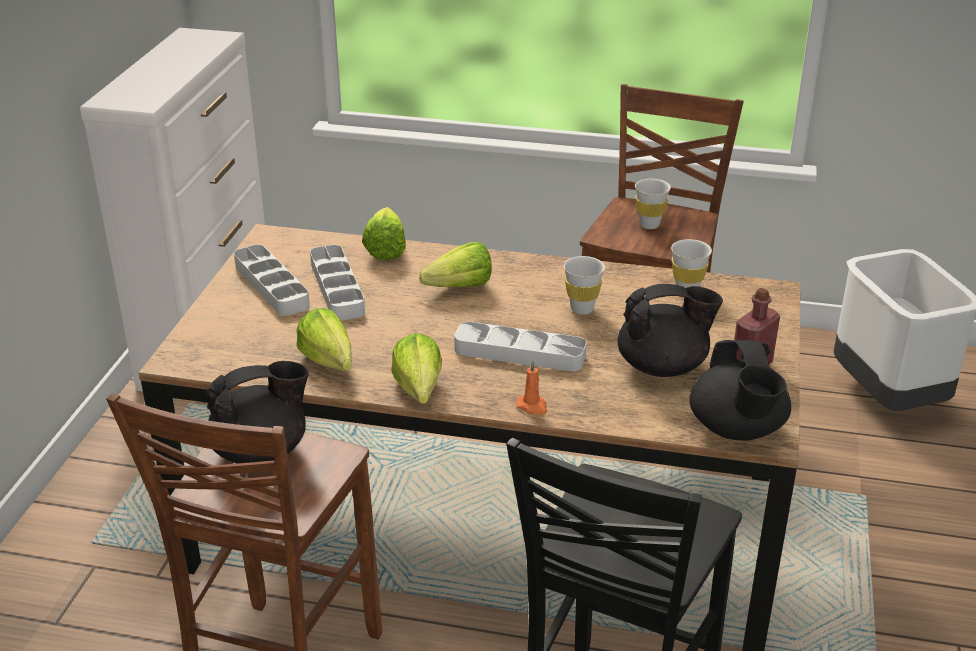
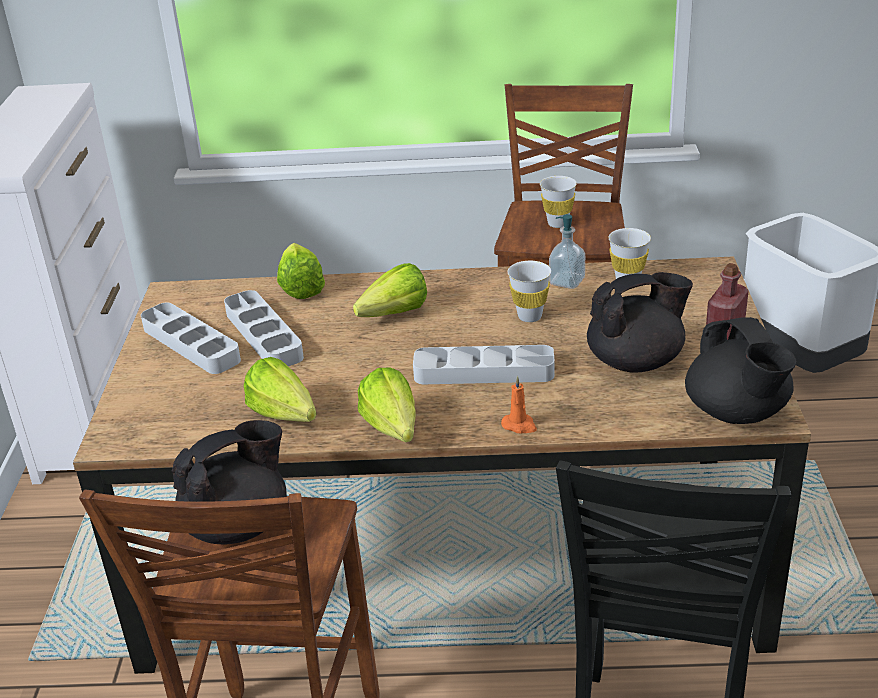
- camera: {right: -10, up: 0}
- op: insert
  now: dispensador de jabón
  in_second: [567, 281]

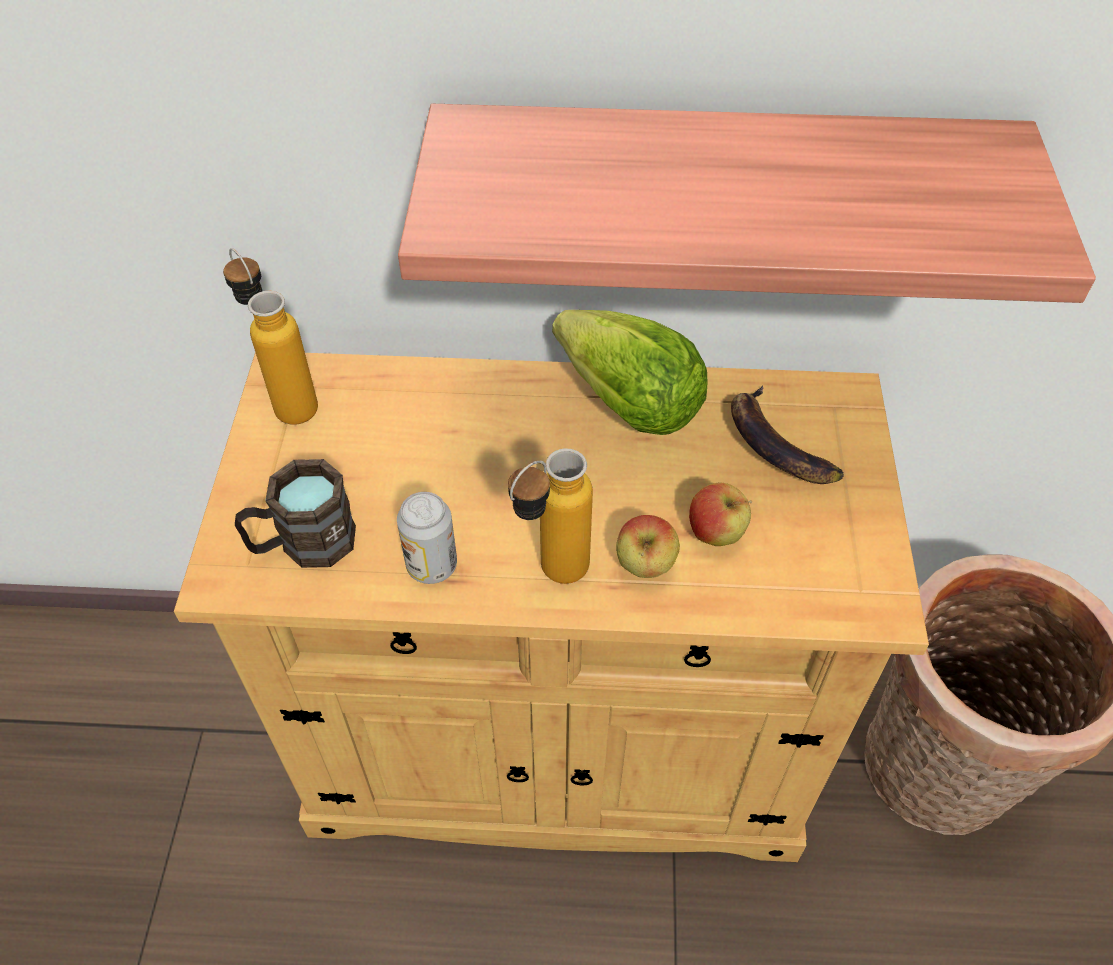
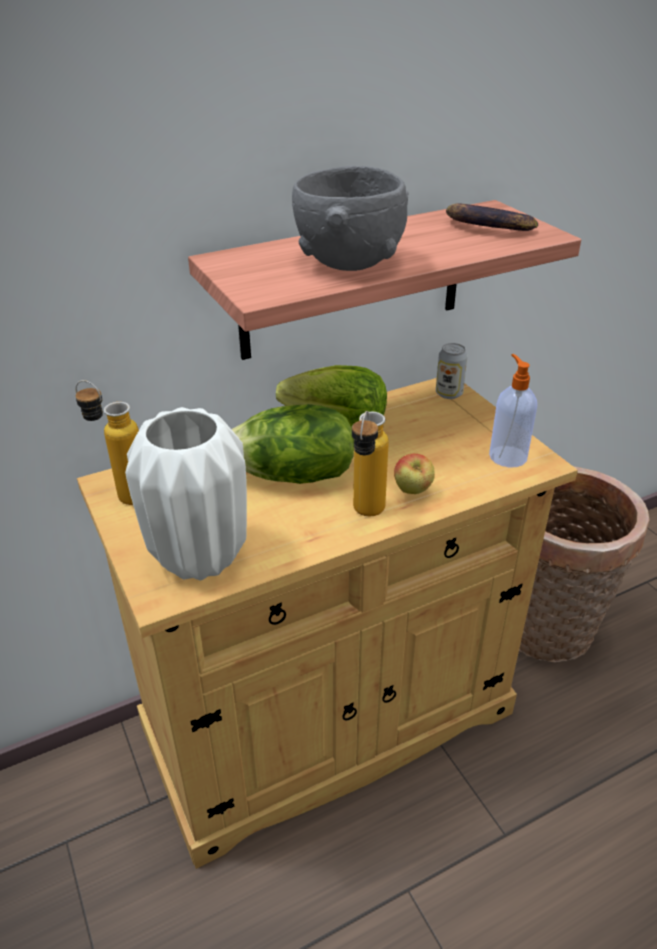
- camera: {right: -30, up: -15}
- op: replace
  was: taza grande (marrón)
  now: florero (blanco)
  in_first: [303, 544]
  in_second: [199, 558]
- op: insert
  now: lechuga
  in_second: [294, 476]
- op: insert
  now: cuenco (gris)
  in_second: [349, 263]
- op: move
  was: lata
  in_first: [432, 565]
  in_second: [449, 393]
- op: move
  was: plátano
  in_first: [776, 445]
  in_second: [486, 227]
- op: insert
  now: dispensador de jabón
  in_second: [507, 456]
- op: delete
  was: manzana
  in_first: [715, 534]

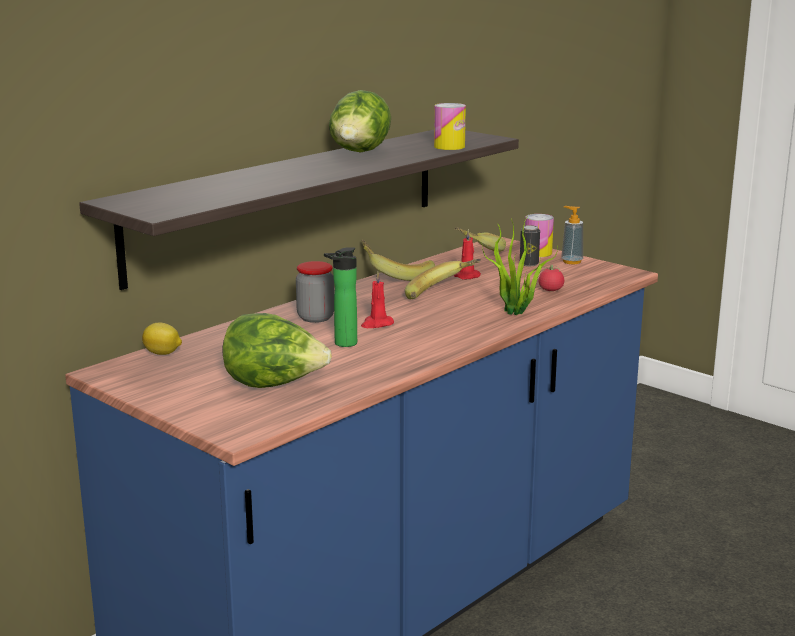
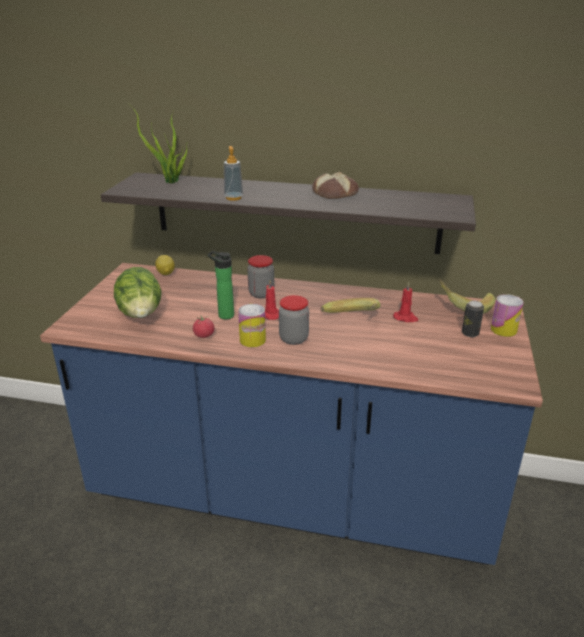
- camera: {right: 60, up: 10}
- op: move
  was: planta en maceta
  in_first: [515, 313]
  in_second: [170, 182]
- op: move
  was: tomate
  in_first: [550, 290]
  in_second: [204, 335]
- op: move
  was: dispensador de jabón
  in_first: [571, 261]
  in_second: [233, 198]
- op: move
  was: lata
  in_first: [449, 147]
  in_second: [252, 340]
- op: insert
  now: tarro
  in_second: [293, 339]
- op: replace
  was: lechuga
  now: pan
  in_first: [359, 154]
  in_second: [335, 194]
- op: delete
  was: plátano
  in_first: [396, 275]

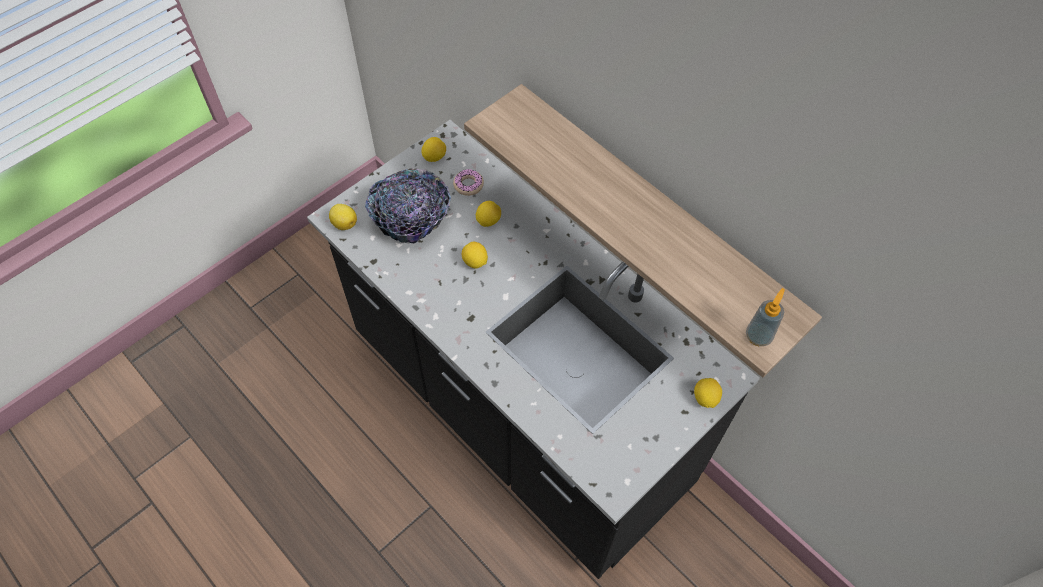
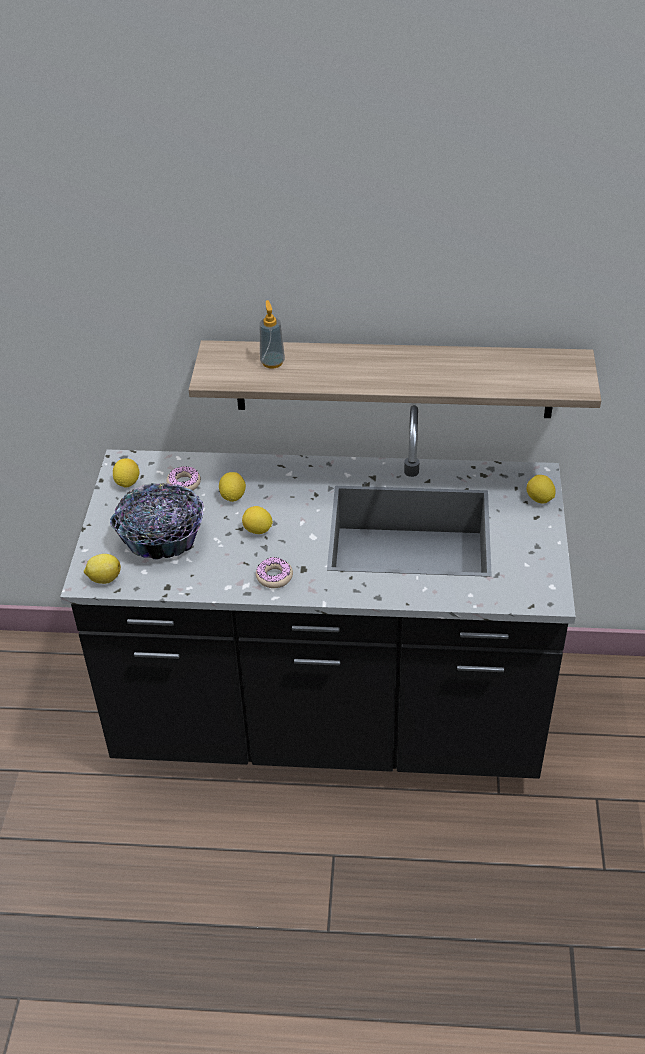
- camera: {right: -40, up: -15}
- op: insert
  now: rosquilla
  in_second: [274, 576]
- op: move
  was: dispensador de jabón
  in_first: [758, 336]
  in_second: [272, 362]

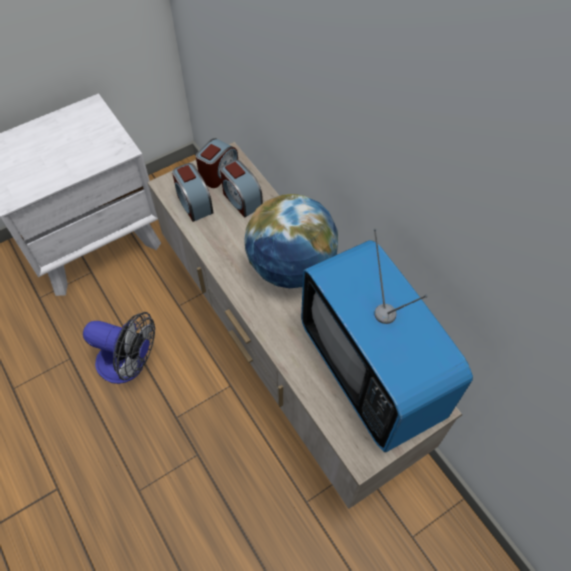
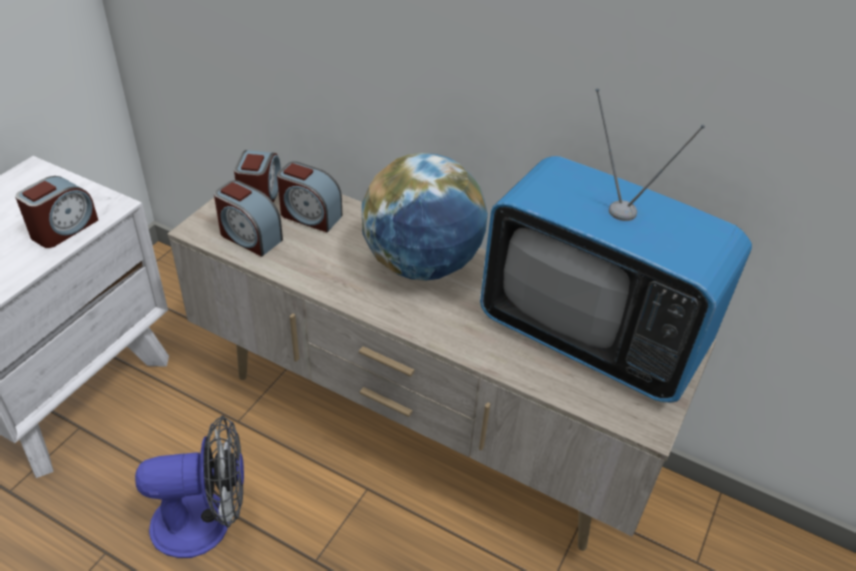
- camera: {right: -30, up: -15}
- op: insert
  now: despertador
  in_second: [63, 229]

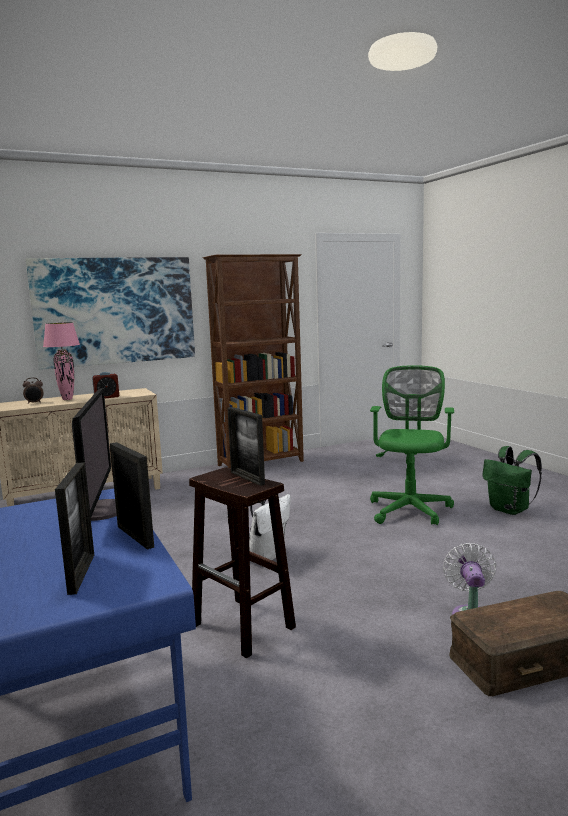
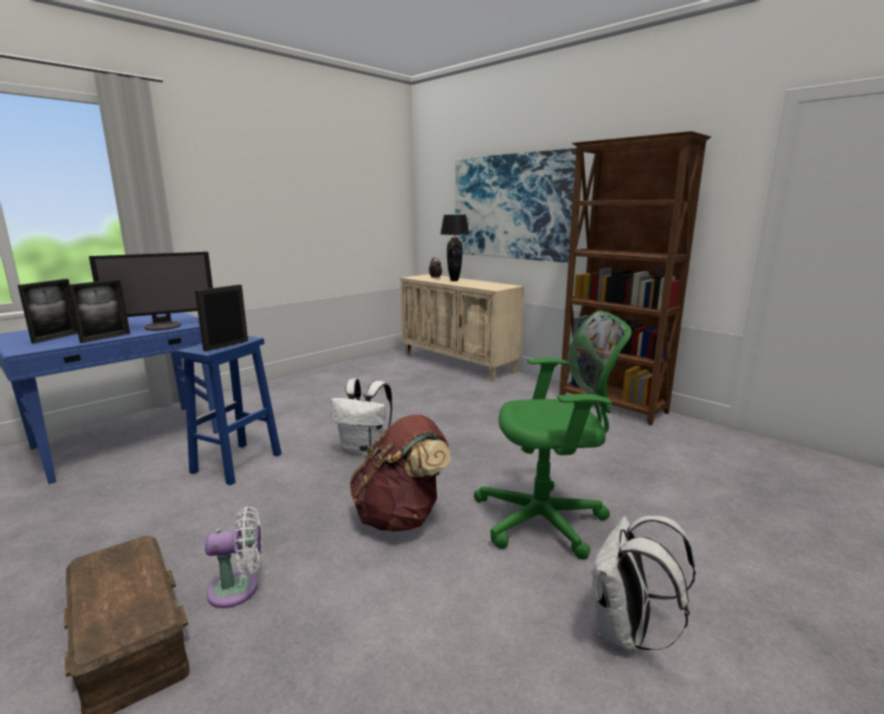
- camera: {right: 70, up: 5}
- op: rotate
  was: portarretratos
  in_first: [81, 573]
  in_second: [56, 337]
  clockwise: -45
- op: recolor
  was: taburete (marrón)
  now: taburete (azul)
  in_first: [244, 626]
  in_second: [236, 464]
- op: insert
  now: mochila (marrón)
  in_second: [401, 517]
- op: recolor
  was: lámpara de mesa (rosa)
  now: lámpara de mesa (negro)
  in_first: [67, 399]
  in_second: [454, 280]
- op: recolor
  was: mochila (verde)
  now: mochila (blanco)
  in_first: [510, 510]
  in_second: [626, 633]
- op: delete
  was: despertador
  in_first: [106, 397]

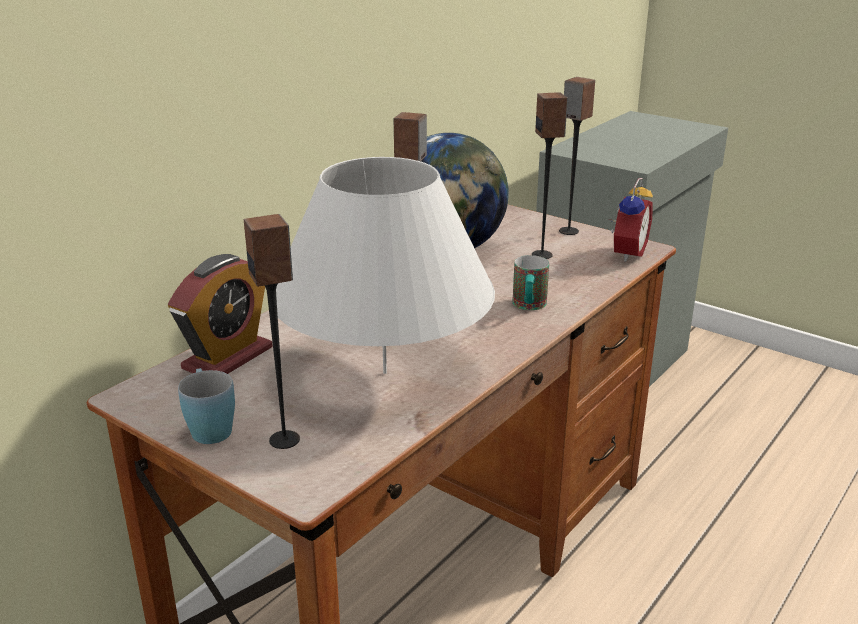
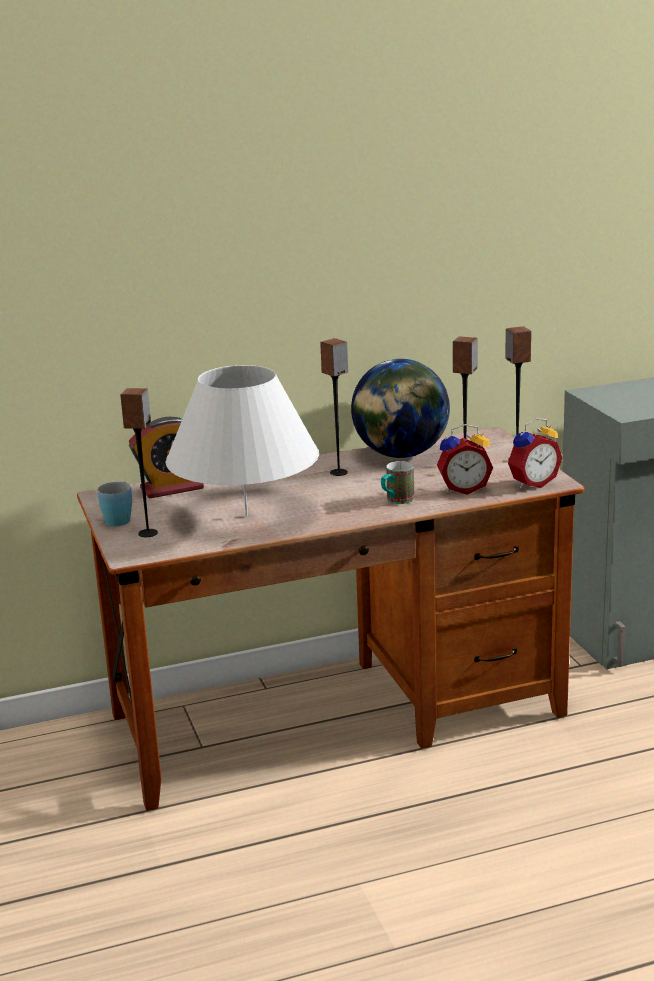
- camera: {right: 35, up: -5}
- op: insert
  now: despertador
  in_second: [464, 489]

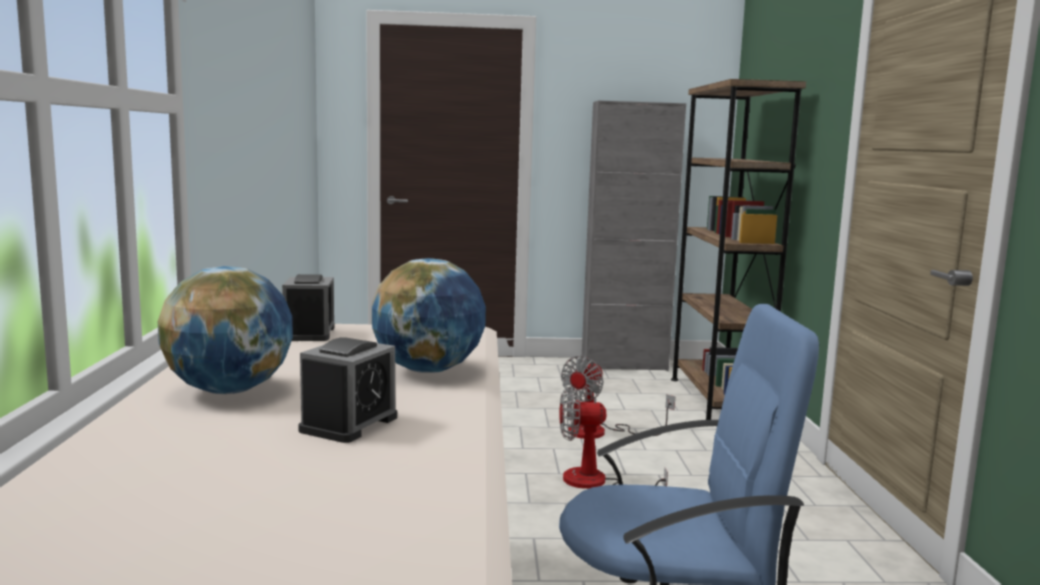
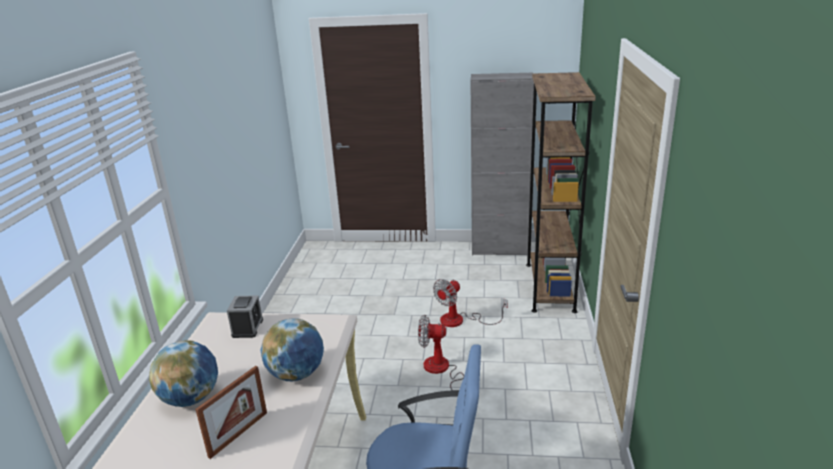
- camera: {right: 10, up: 15}
- op: replace
  was: despertador
  now: portarretratos
  in_first: [349, 424]
  in_second: [238, 434]

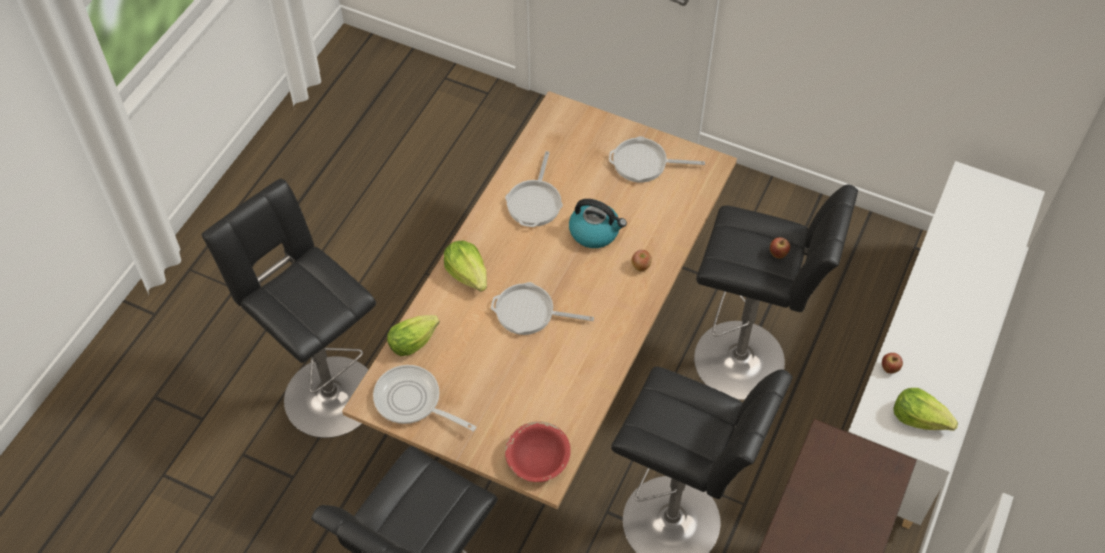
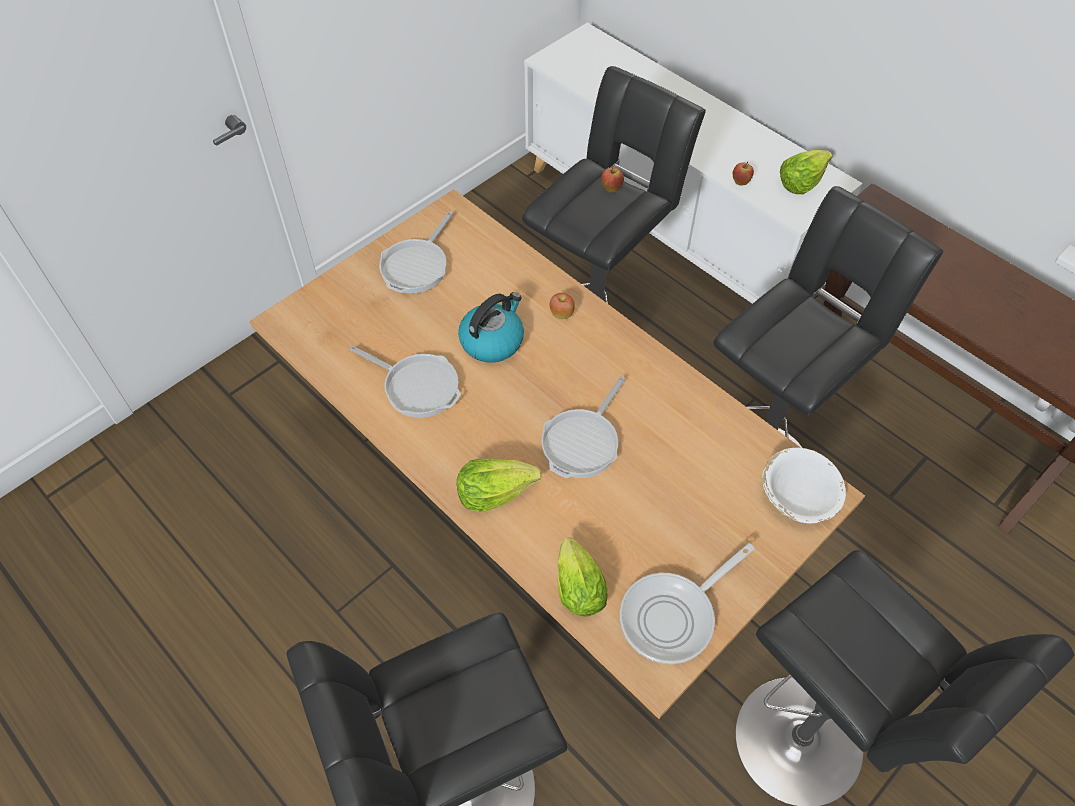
- camera: {right: -70, up: 0}
- op: recolor
  was: cuenco (rojo)
  now: cuenco (blanco)
  in_first: [538, 460]
  in_second: [798, 496]

